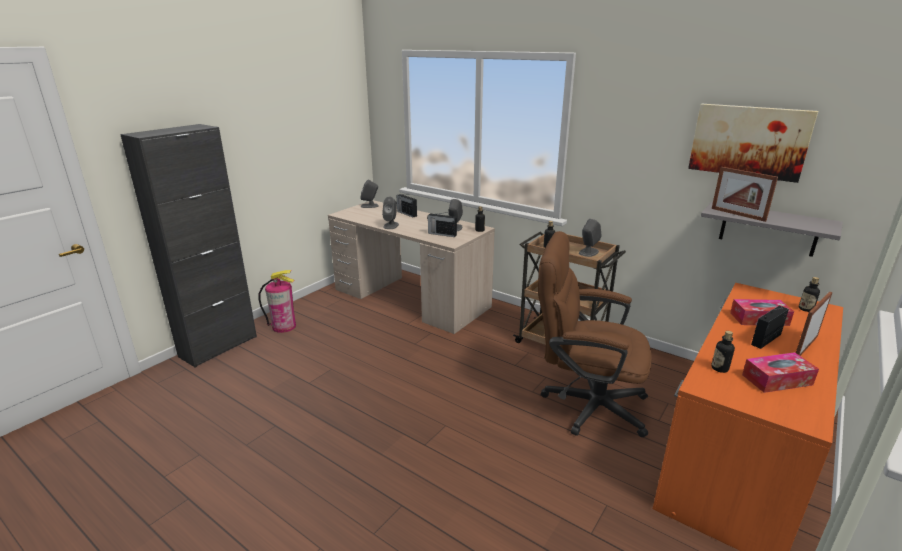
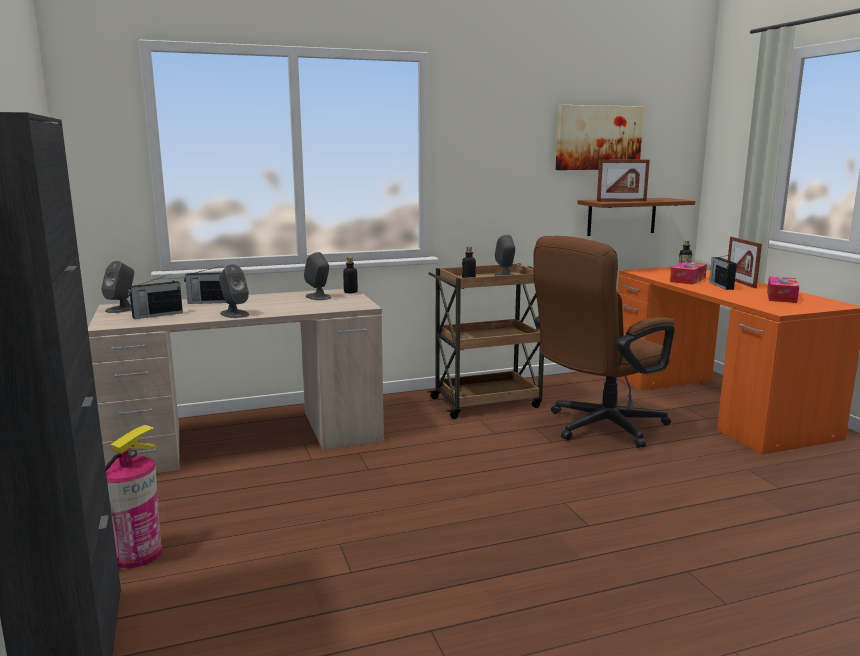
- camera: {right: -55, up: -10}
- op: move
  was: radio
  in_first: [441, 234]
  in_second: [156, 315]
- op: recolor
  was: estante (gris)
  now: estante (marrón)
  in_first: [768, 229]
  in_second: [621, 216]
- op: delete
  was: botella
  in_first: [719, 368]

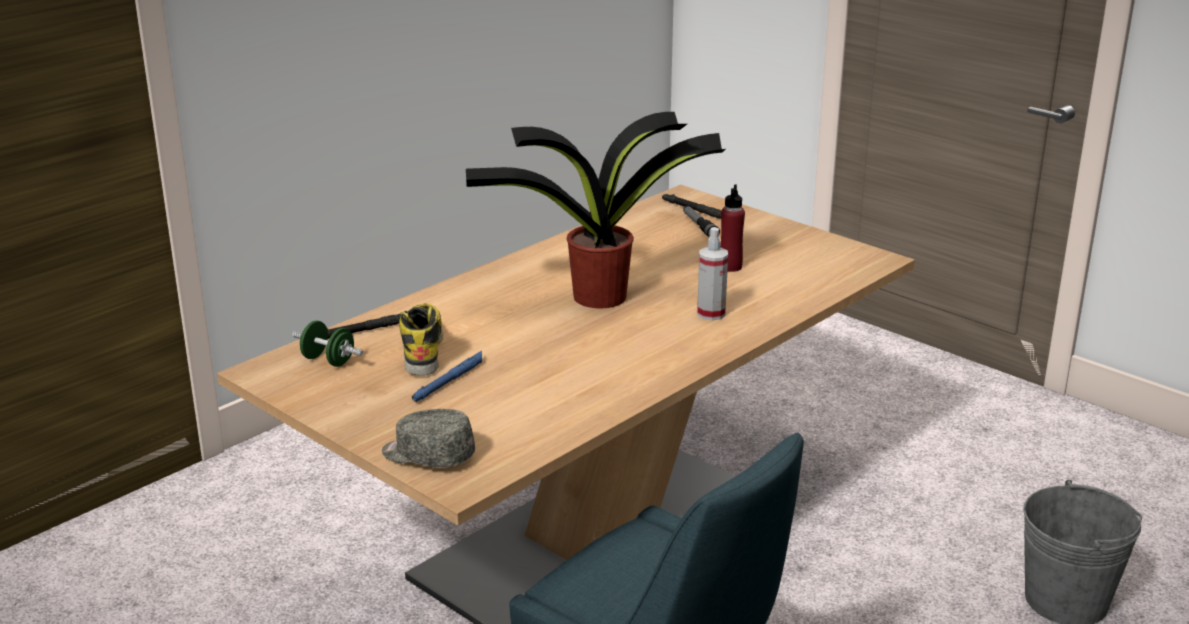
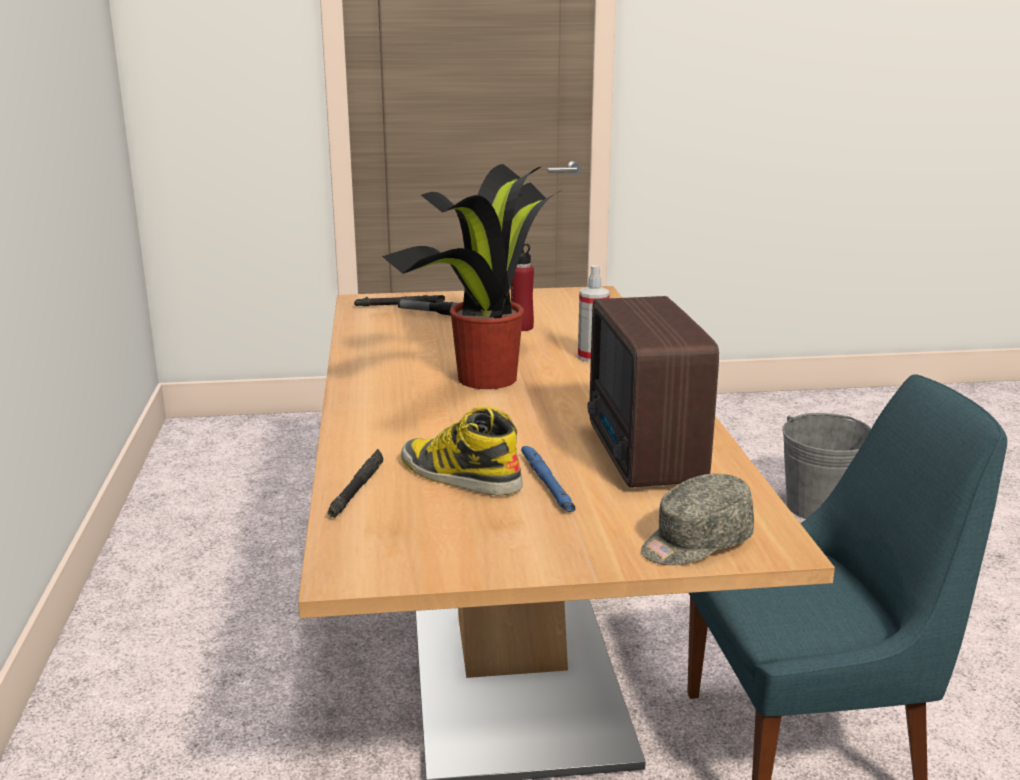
- camera: {right: -50, up: -5}
- op: insert
  now: radio
  in_second: [642, 456]
- op: delete
  was: mancuerna (verde)
  in_first: [328, 361]

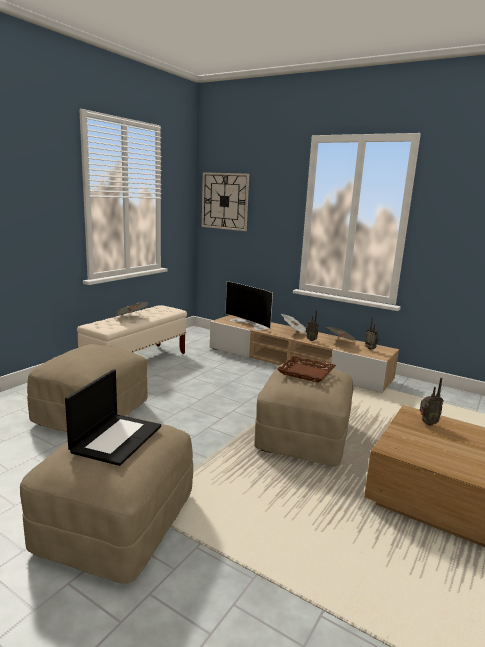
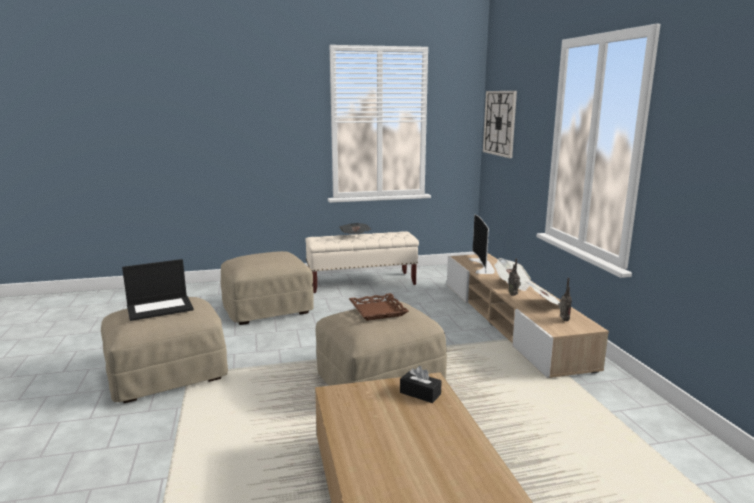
- camera: {right: 45, up: 0}
- op: replace
  was: radio
  now: caja de pañuelos (negro)
  in_first: [427, 423]
  in_second: [420, 393]

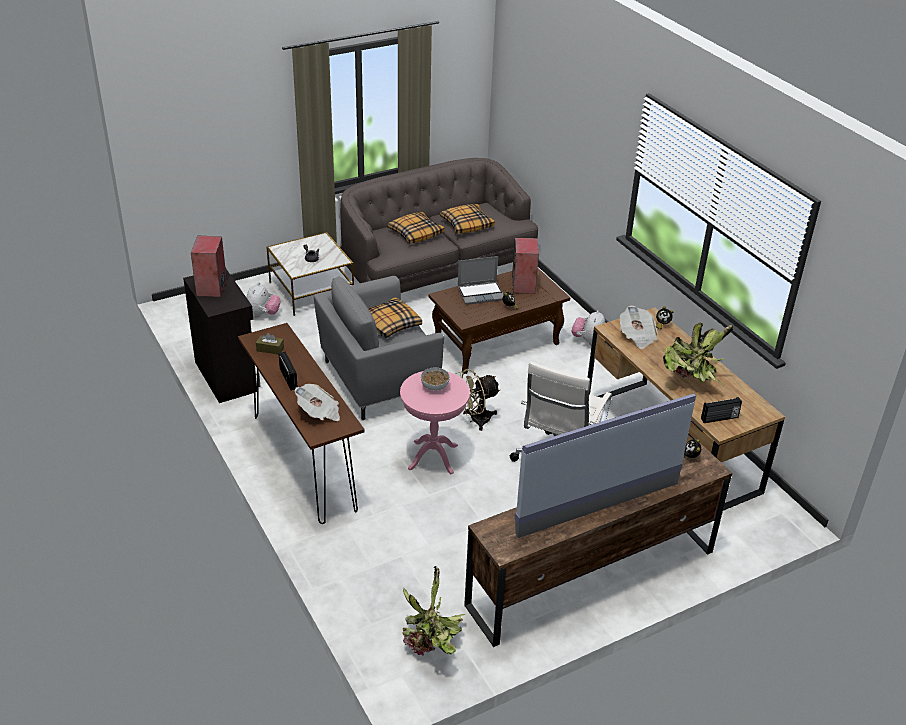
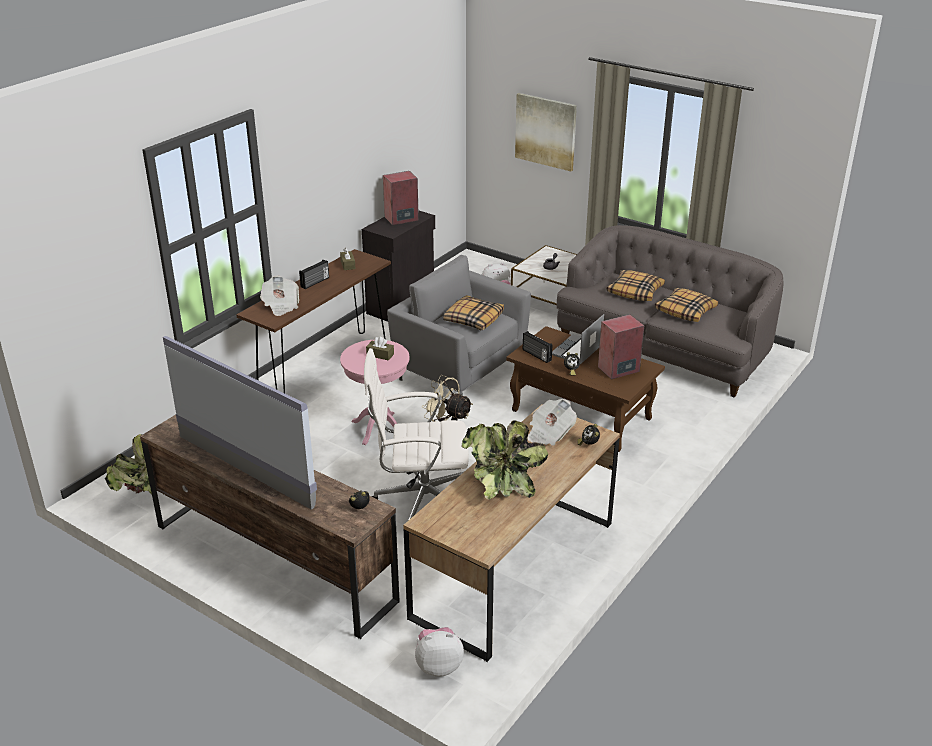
- camera: {right: 65, up: -5}
- op: replace
  was: cuenco
  now: caja de pañuelos (marrón)
  in_first: [434, 387]
  in_second: [380, 355]
- op: move
  was: peluche
  in_first: [588, 341]
  in_second: [438, 665]
- op: insert
  now: cuadro
  in_second: [546, 131]
- op: move
  was: radio
  in_first: [719, 418]
  in_second: [536, 355]
- op: rotate
  was: portátil
  in_first: [481, 293]
  in_second: [577, 351]
  clockwise: 75

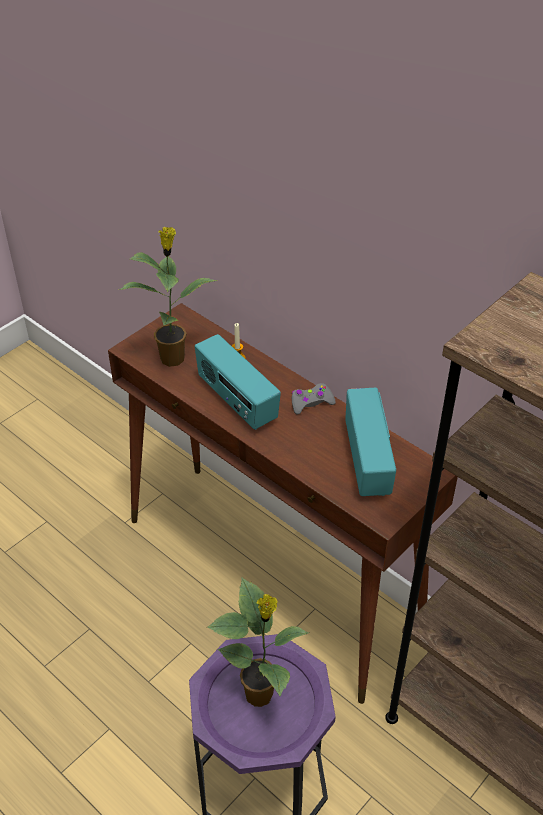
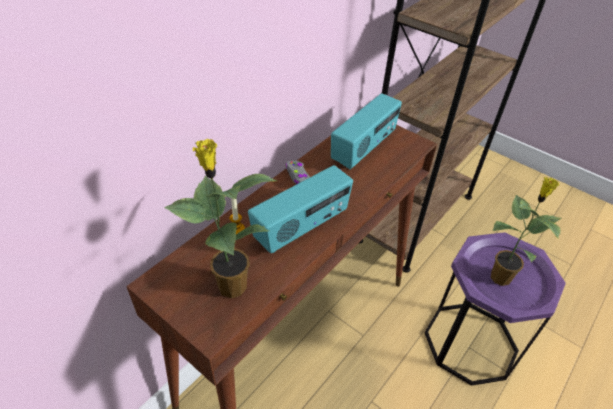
- camera: {right: -95, up: 0}
- op: rotate
  was: radio
  in_first: [368, 461]
  in_second: [364, 149]
  clockwise: 135

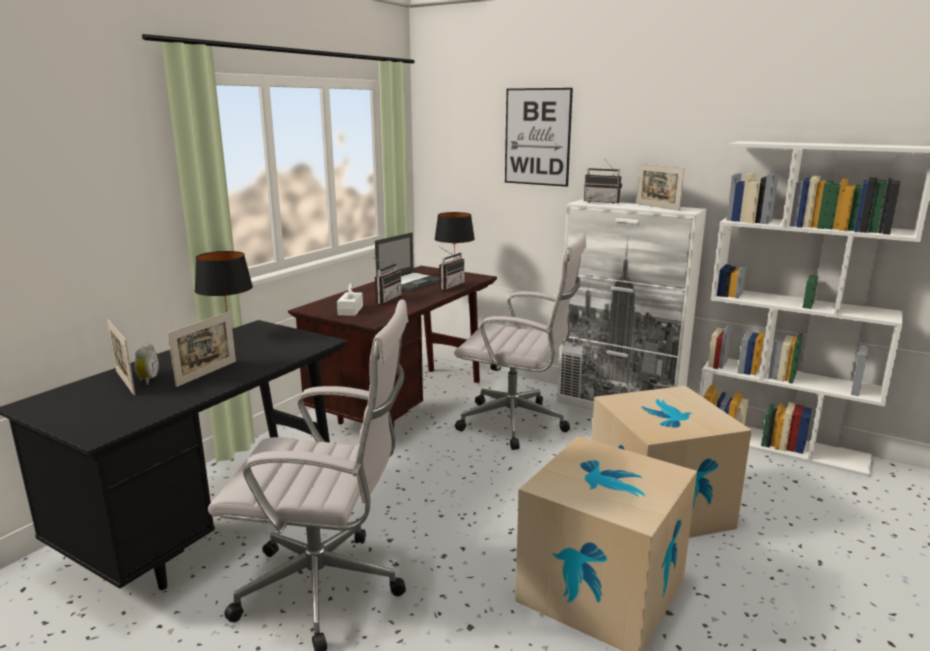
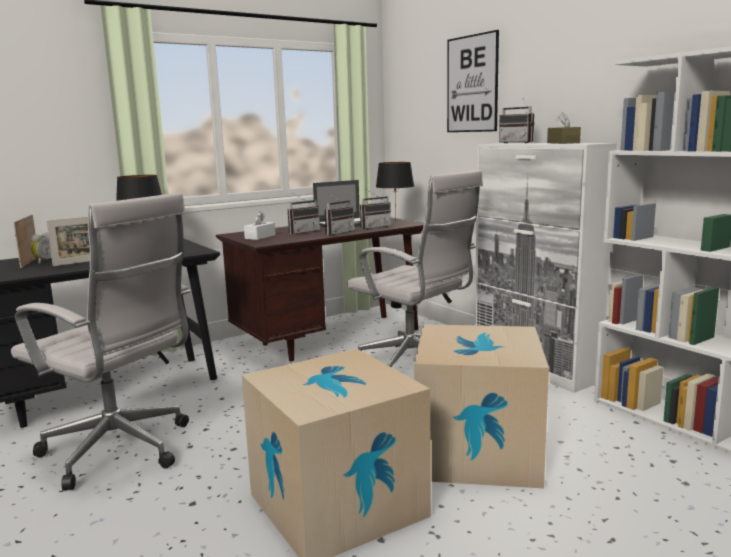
- camera: {right: 25, up: -5}
- op: insert
  now: radio
  in_second: [337, 233]
- op: replace
  was: portarretratos
  now: caja de pañuelos (marrón)
  in_first: [657, 207]
  in_second: [563, 143]

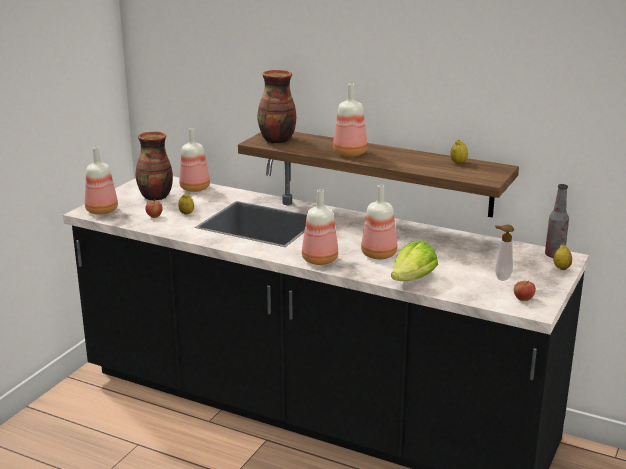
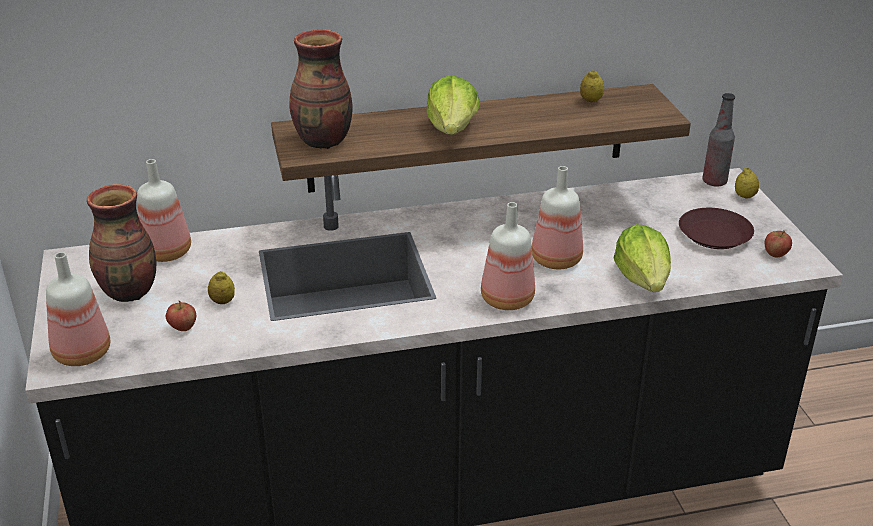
- camera: {right: -40, up: 10}
- op: replace
  was: botella
  now: lechuga
  in_first: [351, 153]
  in_second: [453, 129]
- op: replace
  was: dispensador de jabón
  now: plato (marrón)
  in_first: [501, 277]
  in_second: [715, 235]

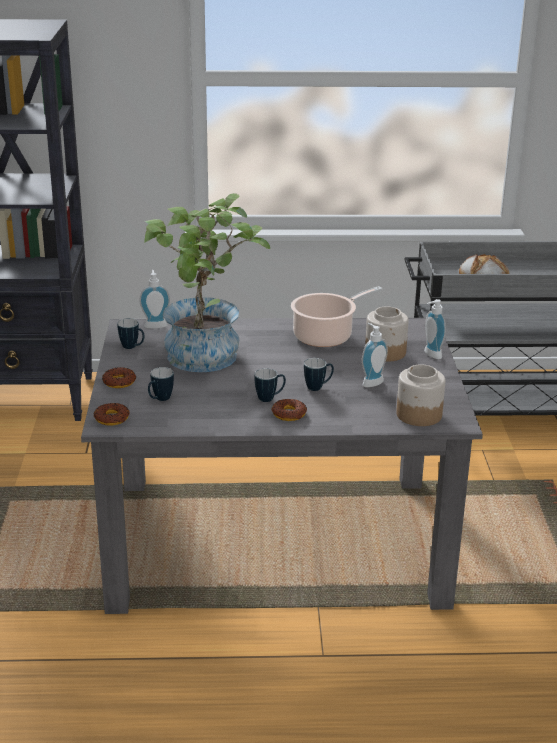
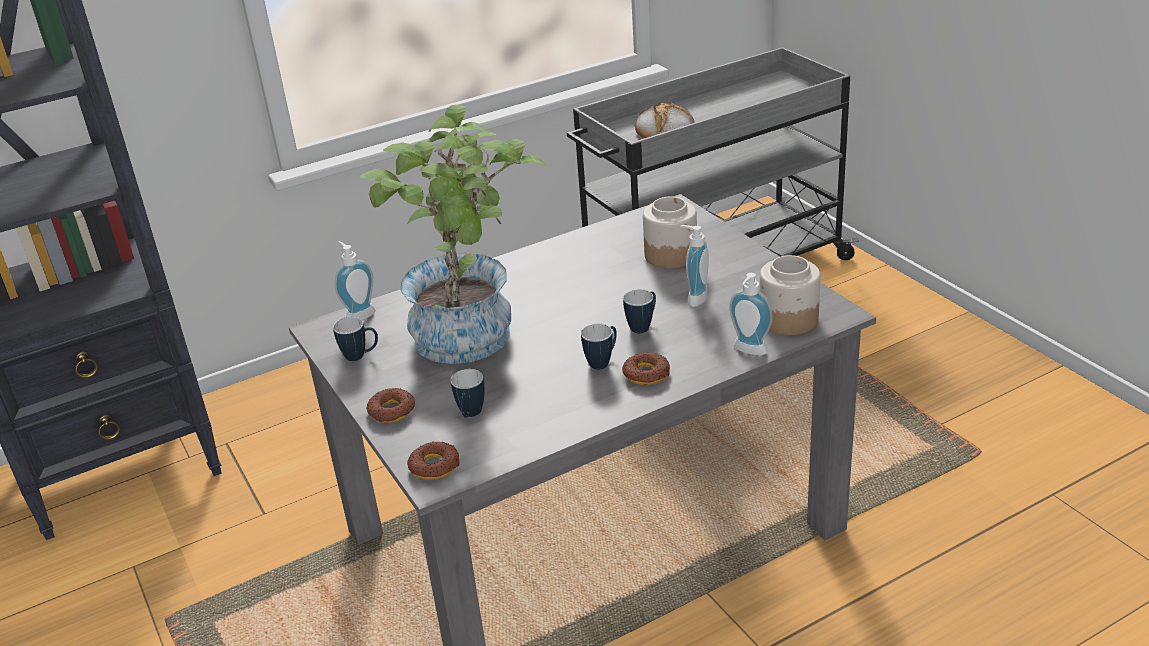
- camera: {right: -25, up: 5}
- op: move
  was: dispensador de jabón
  in_first: [430, 355]
  in_second: [748, 351]
- op: delete
  was: olla
  in_first: [326, 336]

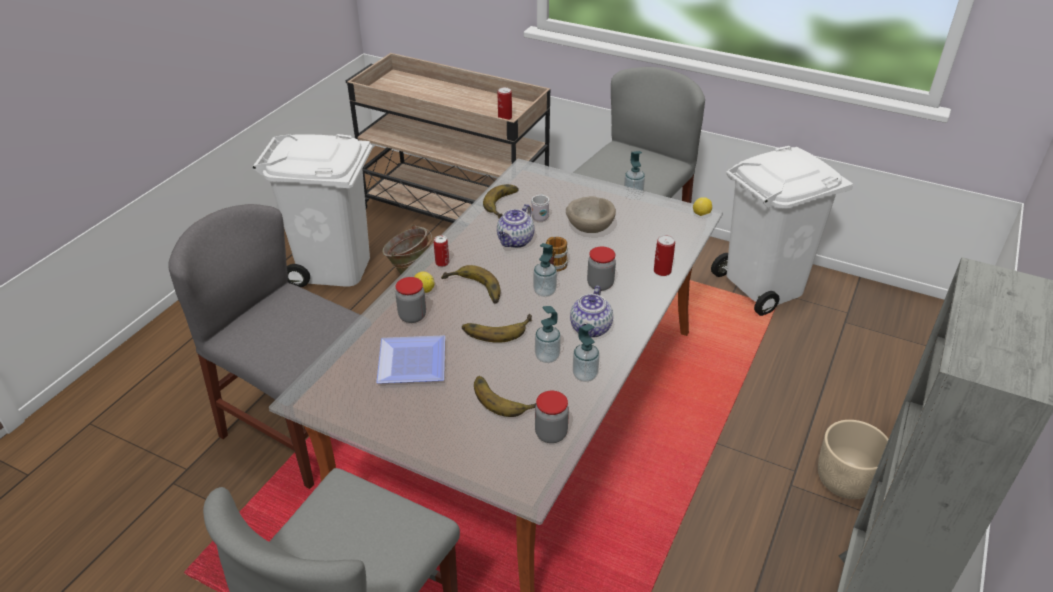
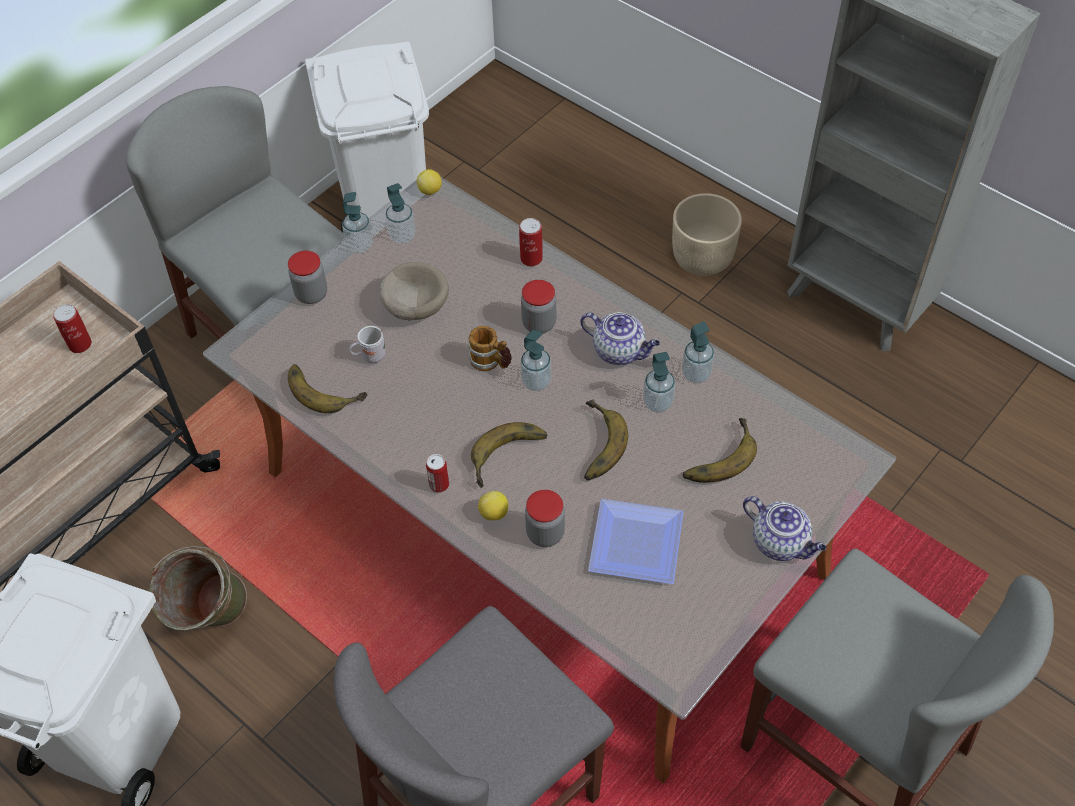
- camera: {right: -75, up: 15}
- op: move
  was: tarro
  in_first: [551, 434]
  in_second: [311, 294]
- op: insert
  now: dispensador de jabón
  in_second: [402, 236]
- op: move
  was: tetera
  in_first: [515, 241]
  in_second: [780, 542]

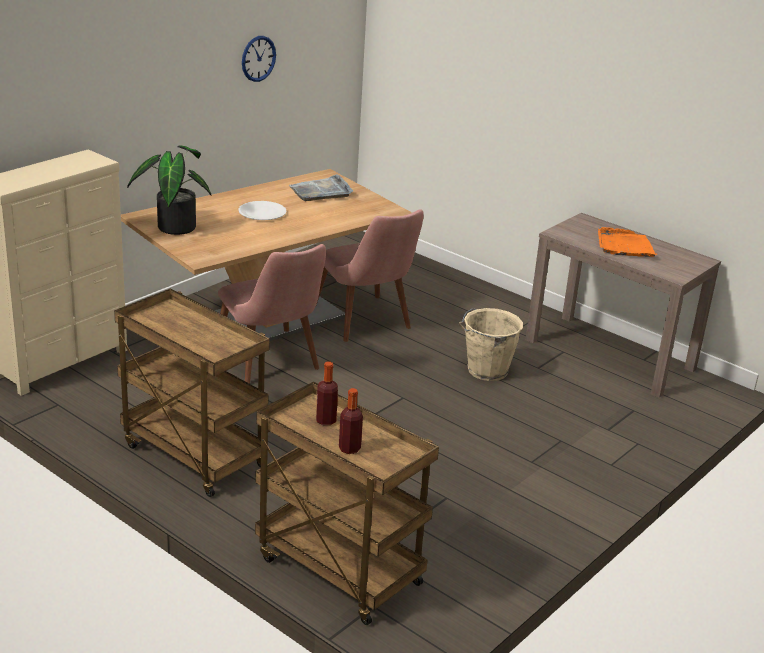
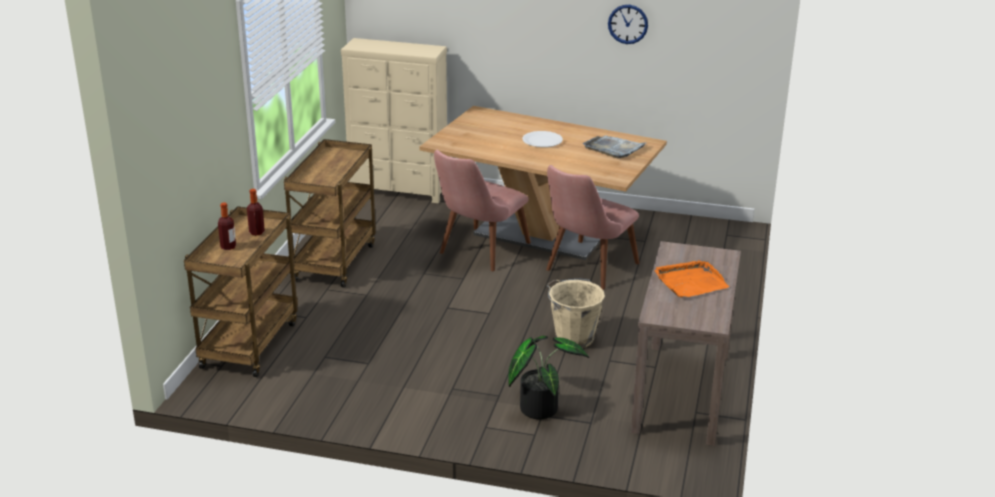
- camera: {right: 65, up: 0}
- op: move
  was: planta en maceta
  in_first: [173, 226]
  in_second: [540, 406]

